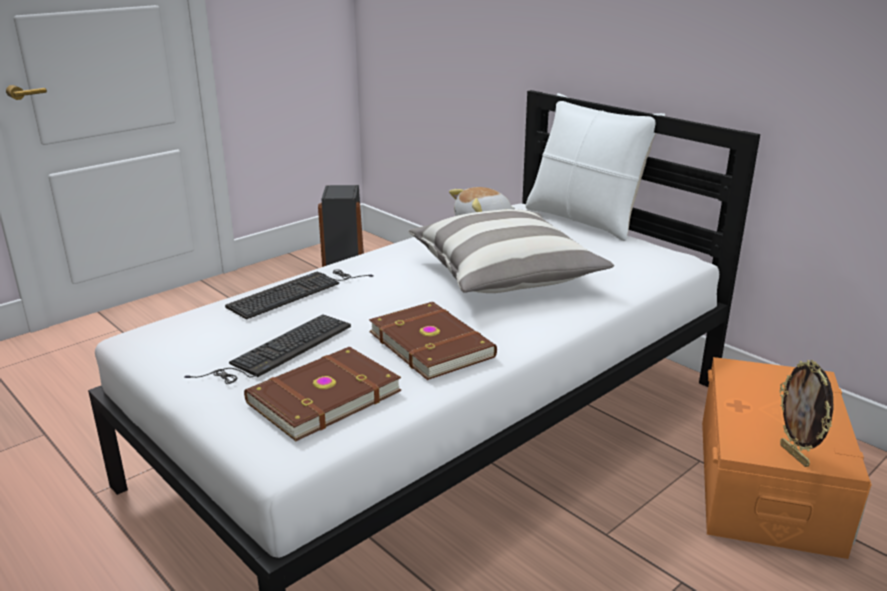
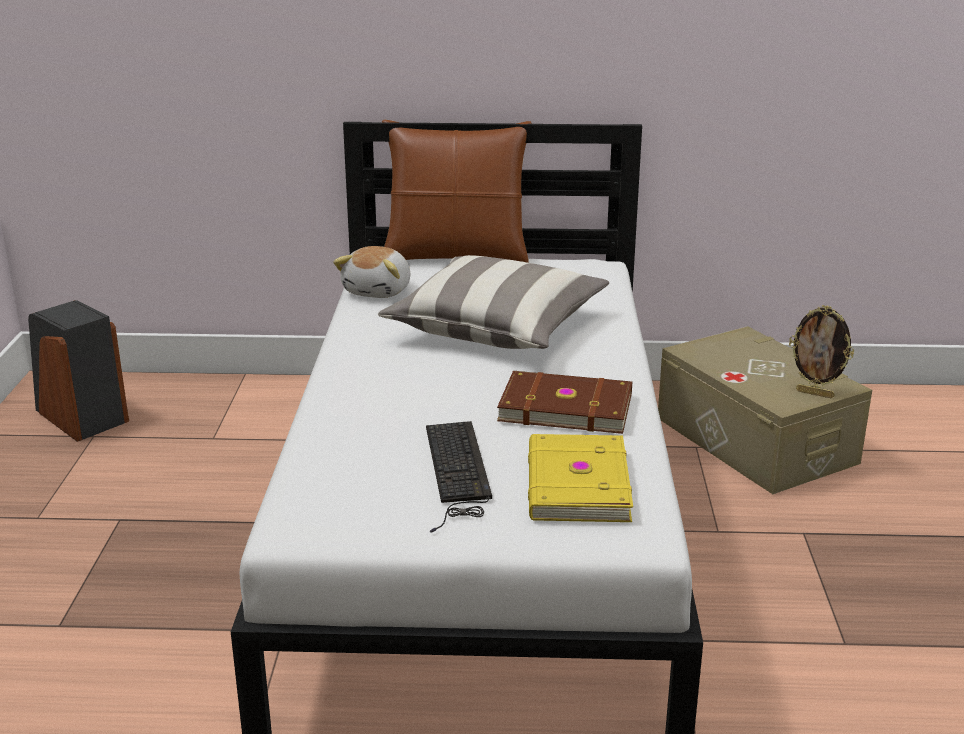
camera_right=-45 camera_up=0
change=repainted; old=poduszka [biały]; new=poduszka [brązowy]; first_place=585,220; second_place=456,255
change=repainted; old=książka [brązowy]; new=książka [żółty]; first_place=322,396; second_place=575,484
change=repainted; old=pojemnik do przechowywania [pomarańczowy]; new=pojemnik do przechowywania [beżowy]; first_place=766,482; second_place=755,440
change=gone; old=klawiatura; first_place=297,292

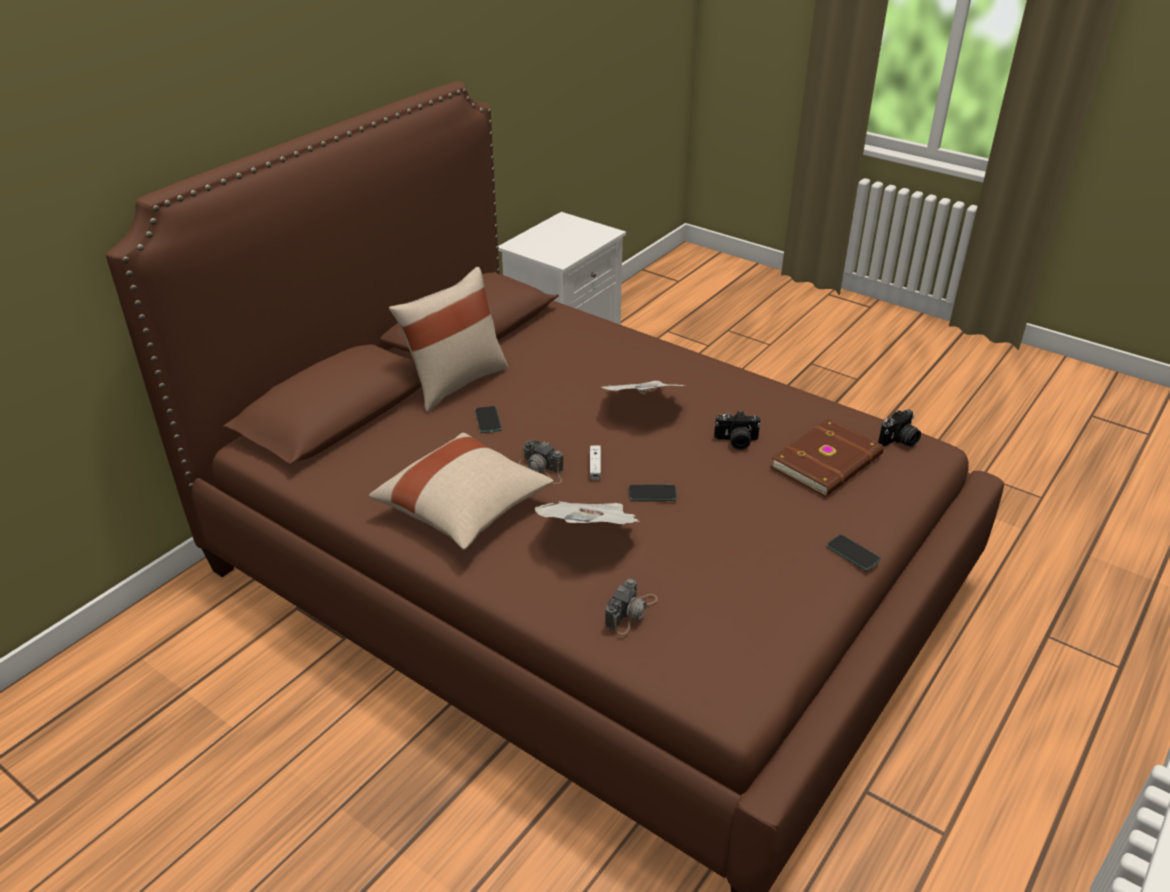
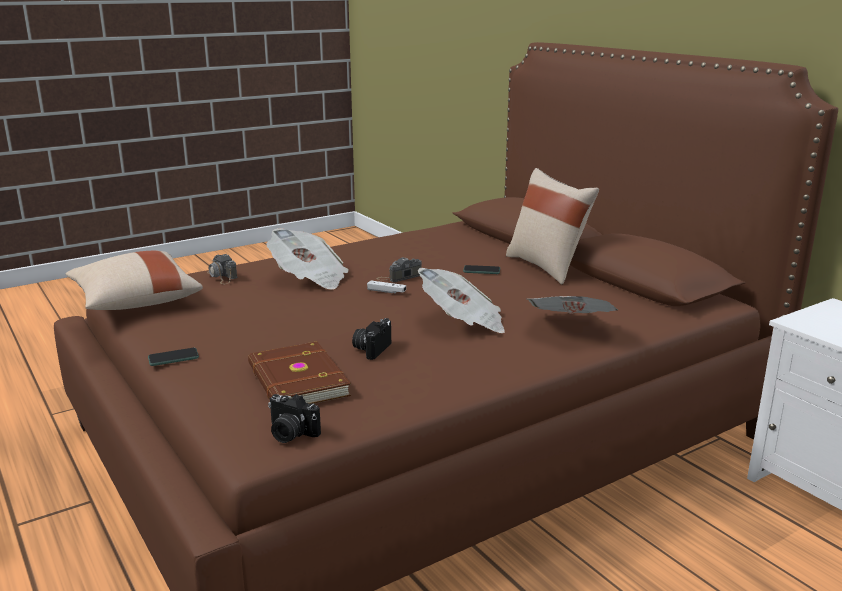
camera_right=110 camera_up=-15
change=shifted; old=poduszka [beżowy]; first_place=464,509; second_place=135,301
change=rotated; old=aparat fotograficzny; first_place=899,441; second_place=290,434; degrees=-45
change=new; new=gazeta; second_place=570,328
change=gone; old=telefon; first_place=652,493

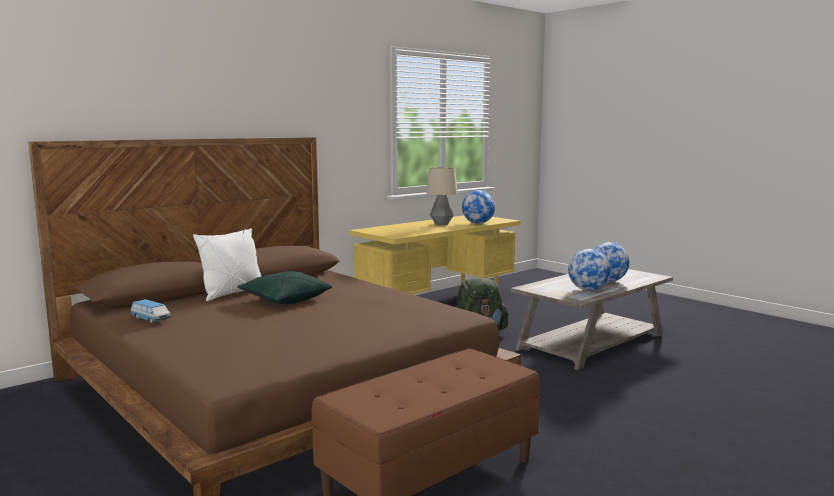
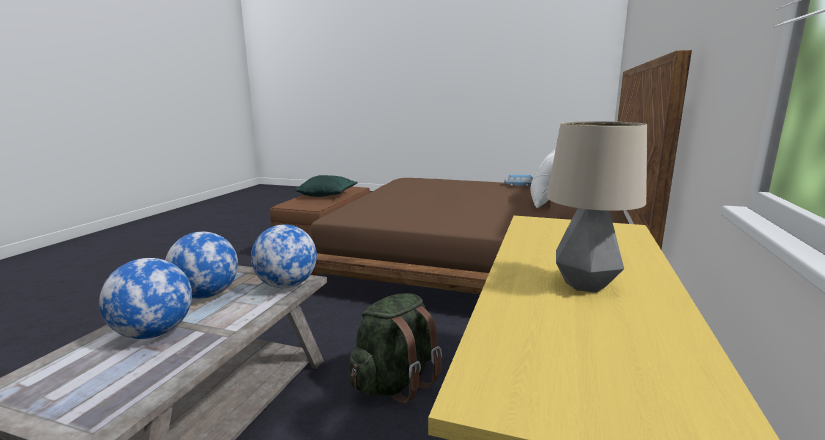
camera_right=150 camera_up=5
change=shifted; old=globus; first_place=478,223; second_place=287,285
change=shifted; old=poduszka [zielony]; first_place=285,300; second_place=328,195

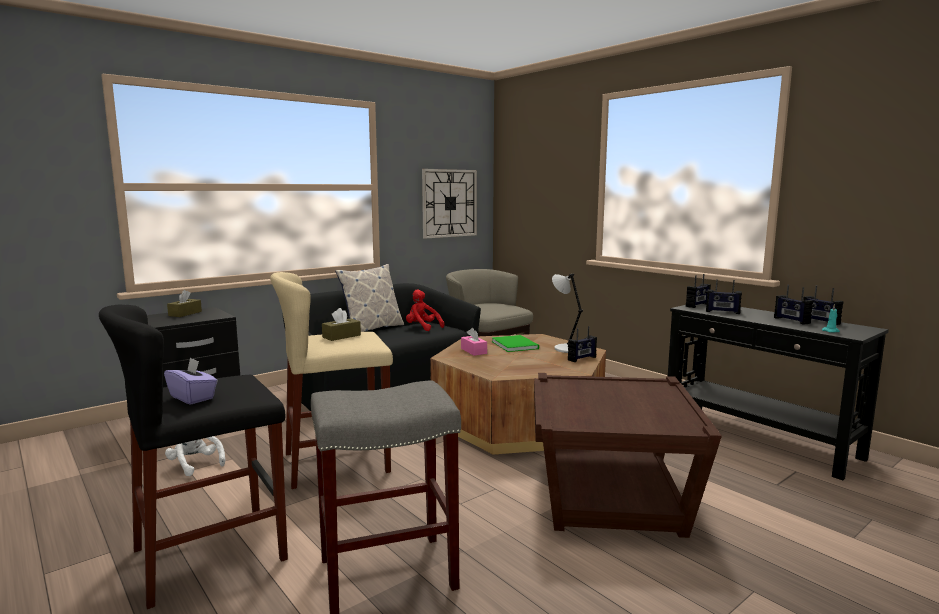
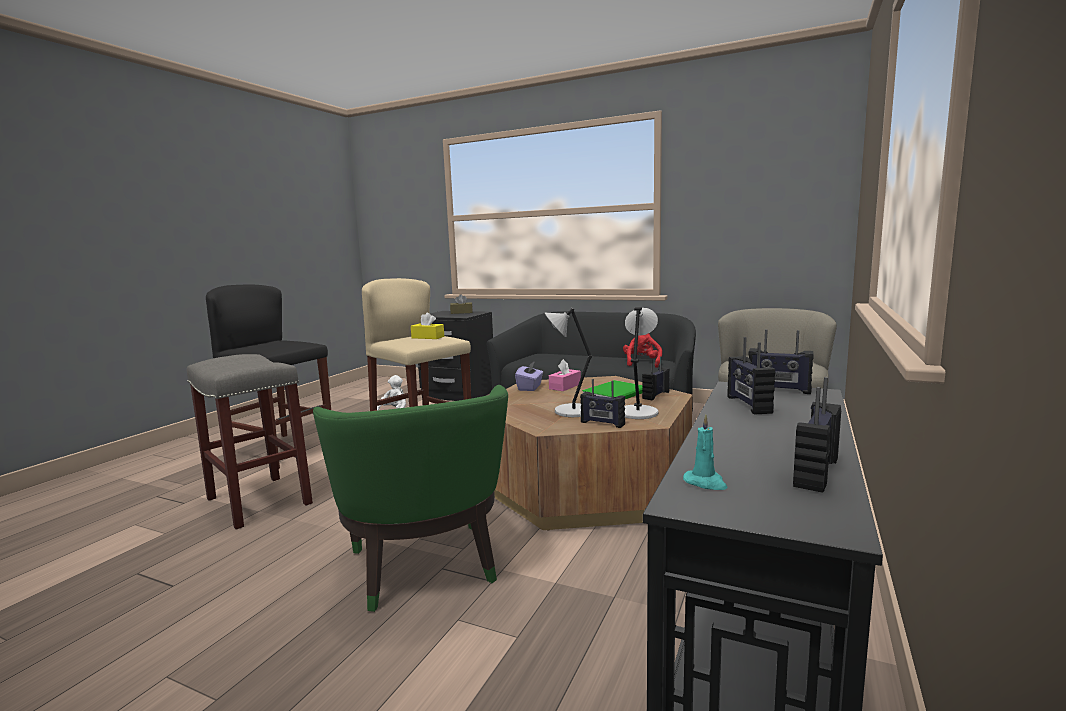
camera_right=65 camera_up=0
change=swapped; old=stolik [brązowy]; new=fotel [zielony]; first_place=612,495; second_place=426,568
change=repainted; old=pudełko chusteczek [brązowy]; new=pudełko chusteczek [żółty]; first_place=341,336; second_place=428,337
change=shifted; old=pudełko chusteczek [fioletowy]; first_place=193,397; second_place=530,387
change=new; new=lampa stołowa [szary]; second_place=571,411
change=shifted; old=radio; first_place=791,320; second_place=655,395
change=gone; old=poduszka; first_place=371,329
change=gone; old=zegar ścienny; first_place=449,203

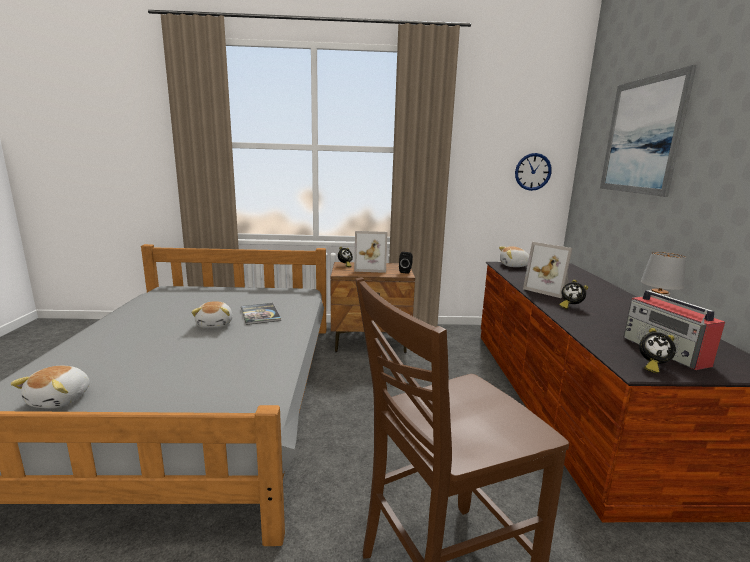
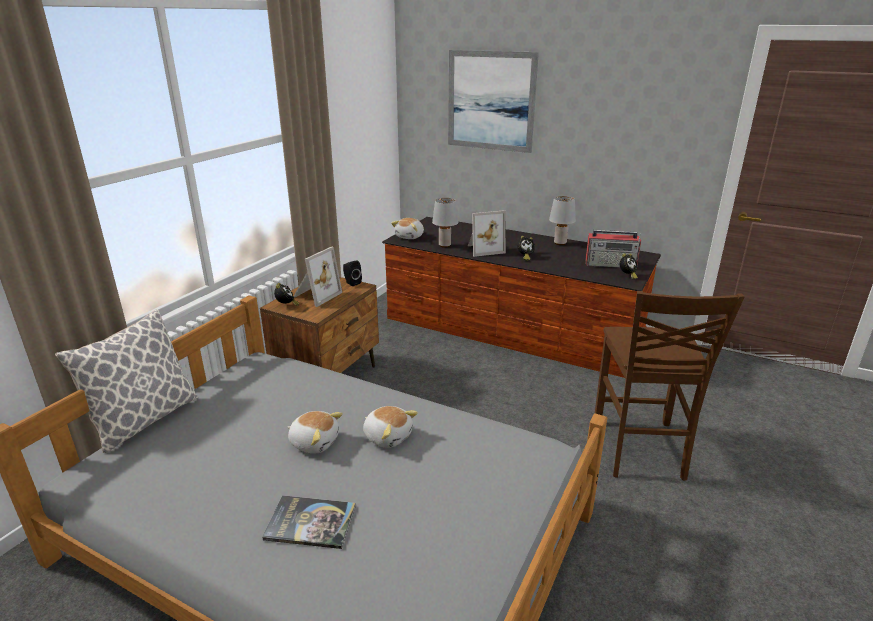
camera_right=-60 camera_up=10
change=new; new=poduszka; second_place=144,419
change=shifted; old=książka; first_place=260,314; second_place=311,522
change=shifted; old=pluszak; first_place=61,399; second_place=388,436
change=new; new=lampa stołowa [szary]; second_place=444,245
change=gone; old=zegar ścienny; first_place=533,171

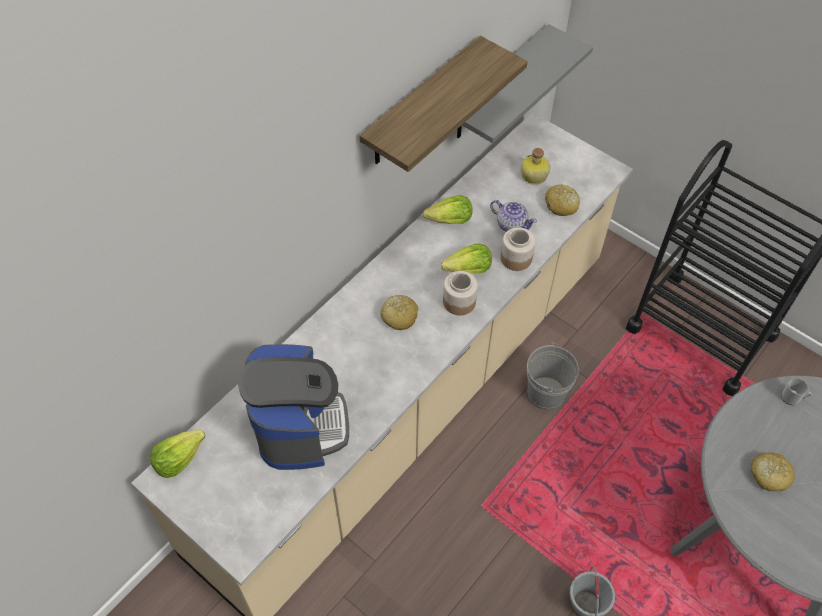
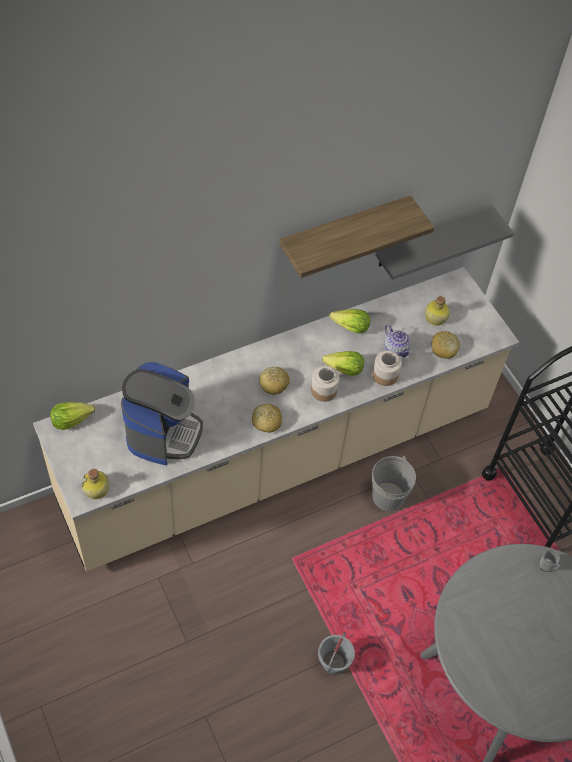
camera_right=20 camera_up=0
change=new; new=butelka; second_place=96,490
change=shifted; old=chleb; first_place=769,475; second_place=266,421

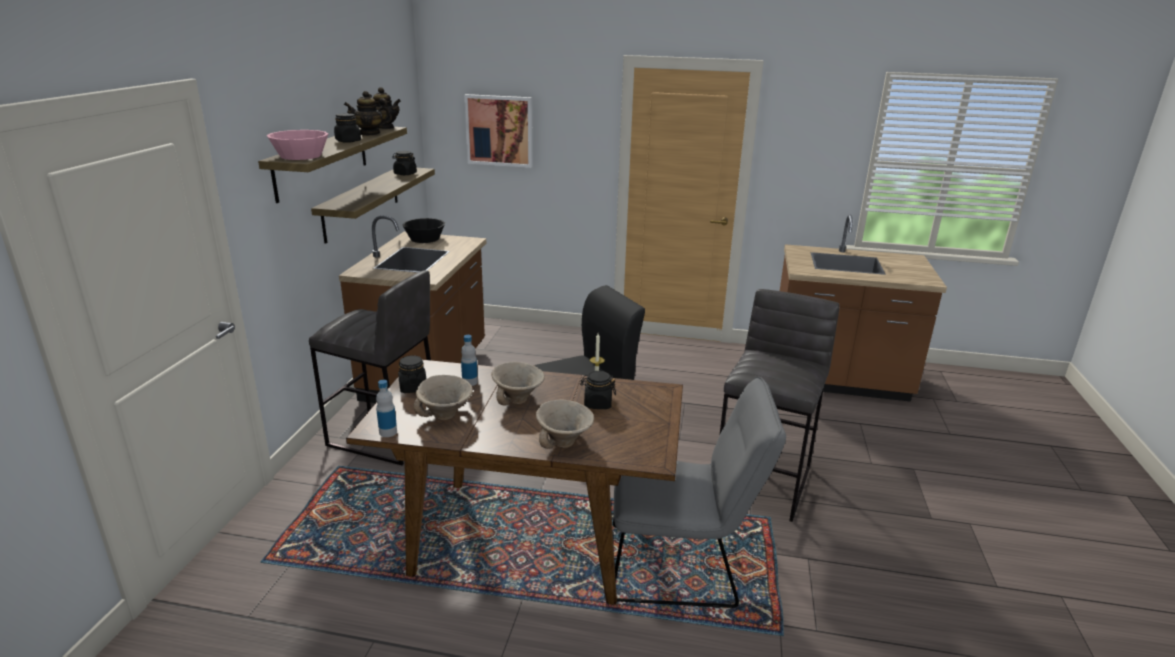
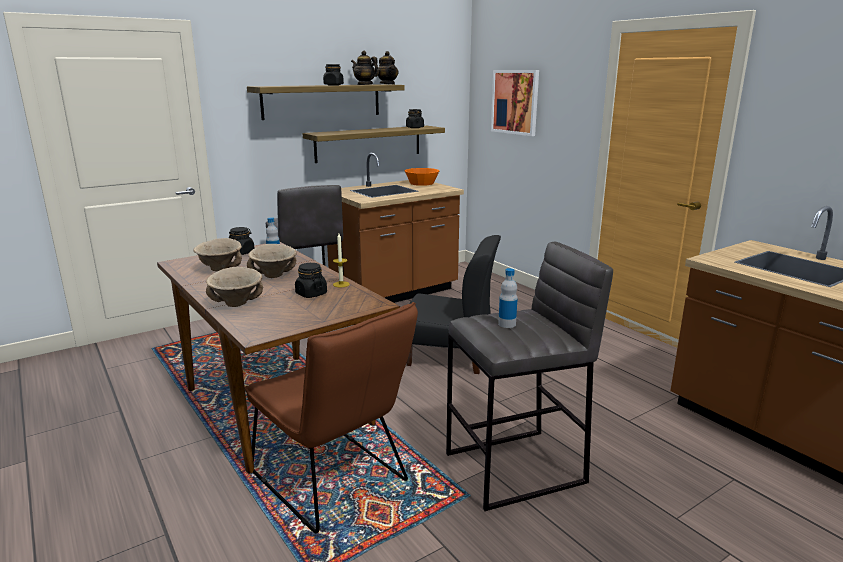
camera_right=45 camera_up=-5
change=repainted; old=krzesło [szary]; new=krzesło [brązowy]; first_place=682,566; second_place=334,482
change=repainted; old=miska [czarny]; new=miska [pomarańczowy]; first_place=425,238; second_place=421,183
change=shifted; old=butelka; first_place=388,432; second_place=507,324
change=gone; old=miska [różowy]; first_place=300,156

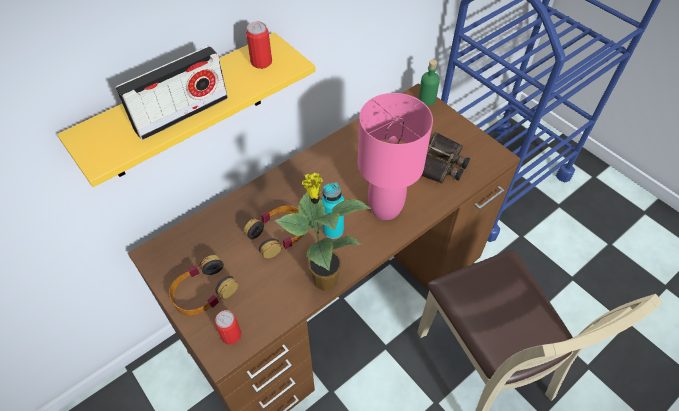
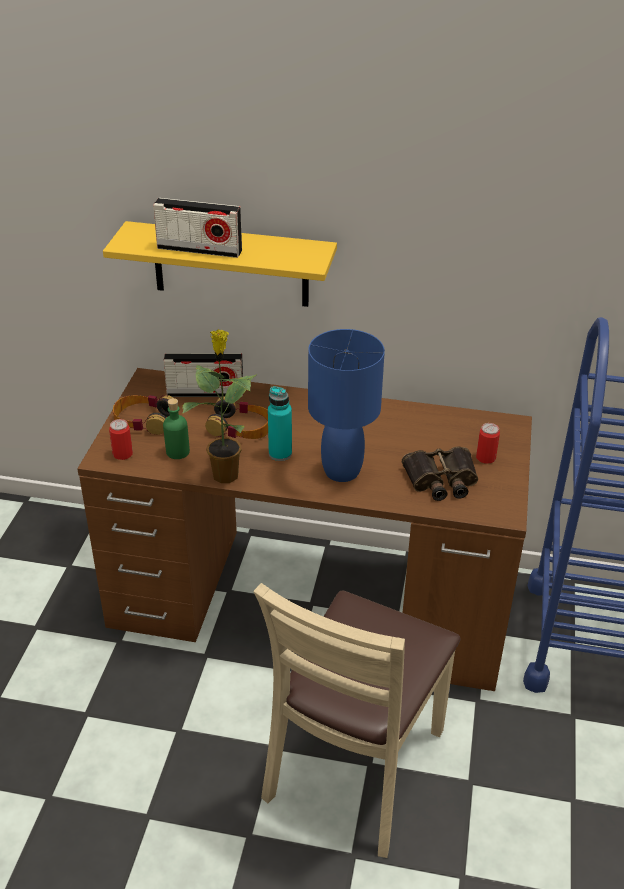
camera_right=50 camera_up=-15
change=shifted; old=butelka [zielony]; first_place=426,99; second_place=177,452
change=new; new=radio; second_place=205,393
change=repainted; old=lampa stołowa [różowy]; new=lampa stołowa [niebieski]; first_place=385,207; second_place=342,471
change=shifted; old=puszka; first_place=261,62; second_place=485,458

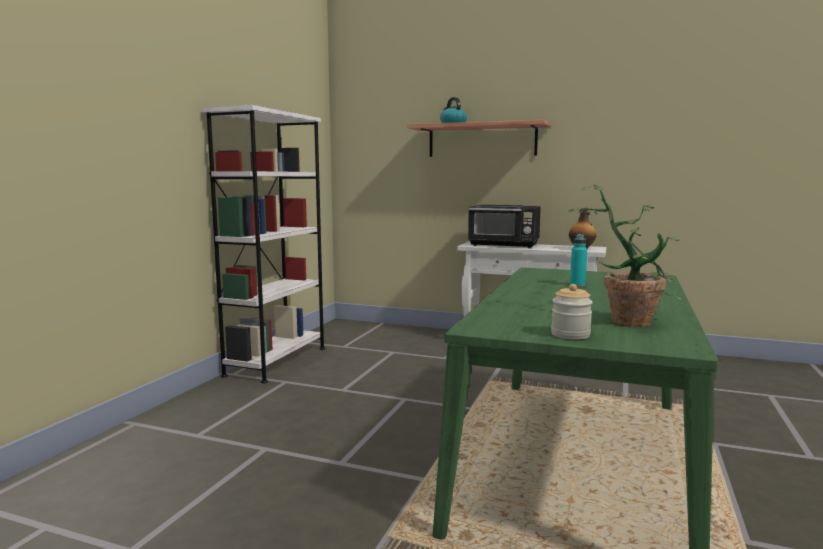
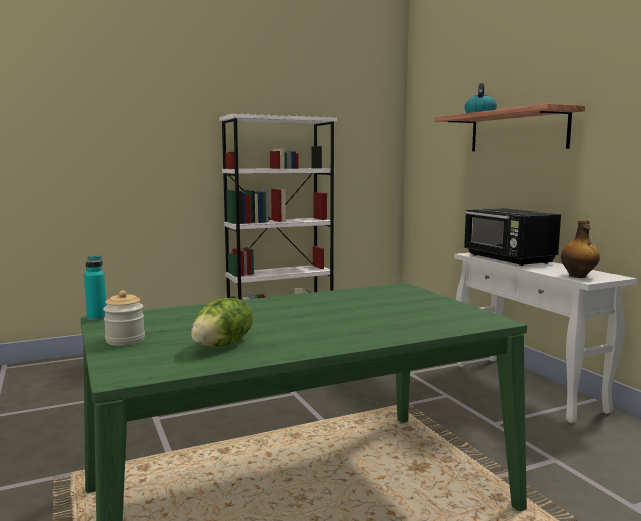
camera_right=45 camera_up=0
change=shifted; old=butelka [turkusowy]; first_place=577,285; second_place=97,318
change=swapped; old=roślina doniczkowa; new=sałata; first_place=629,319; second_place=223,344

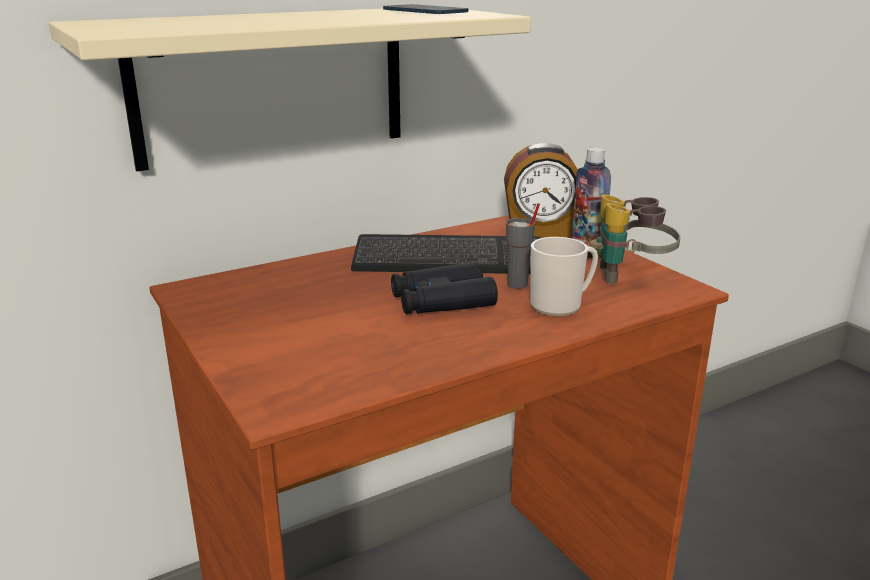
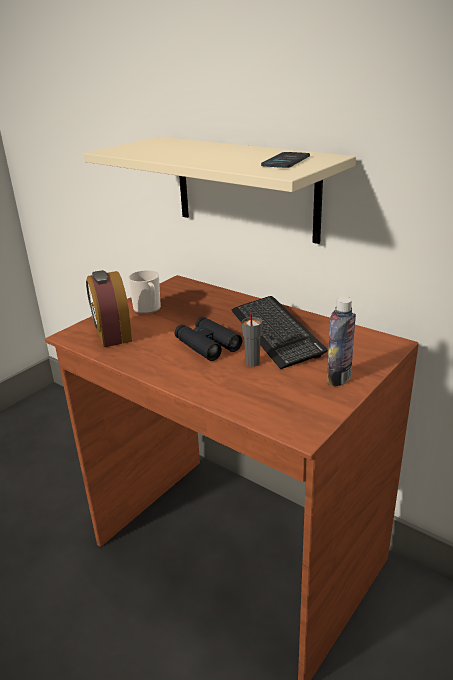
camera_right=70 camera_up=5
change=shifted; old=budzik; first_place=540,232; second_place=112,335
change=shifted; old=kubek; first_place=561,305; second_place=148,309
change=gone; old=lornetka; first_place=629,276

